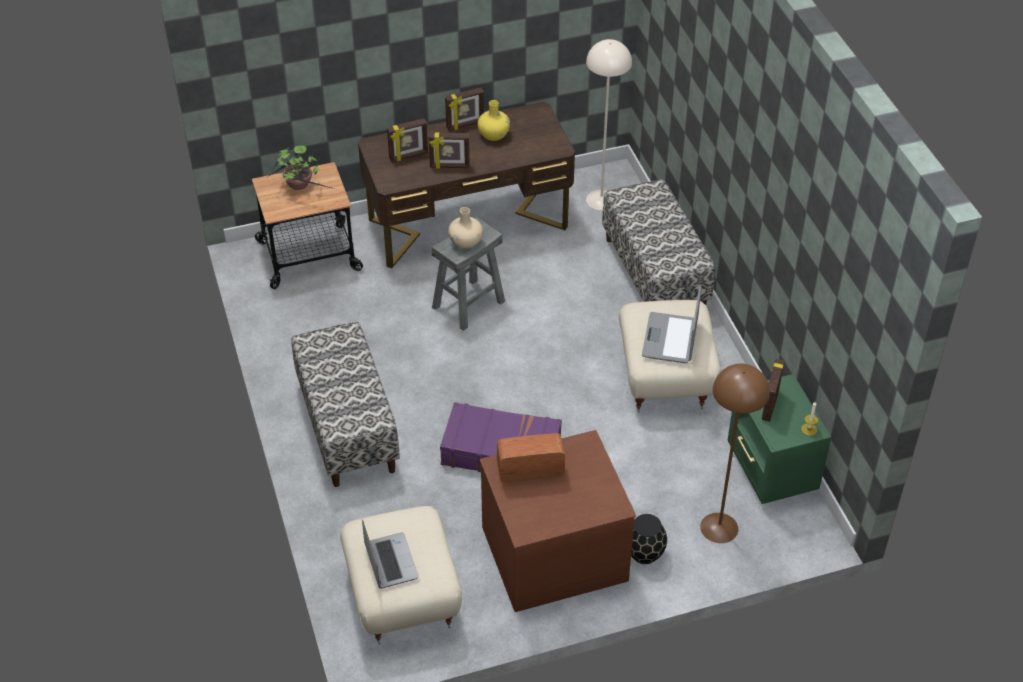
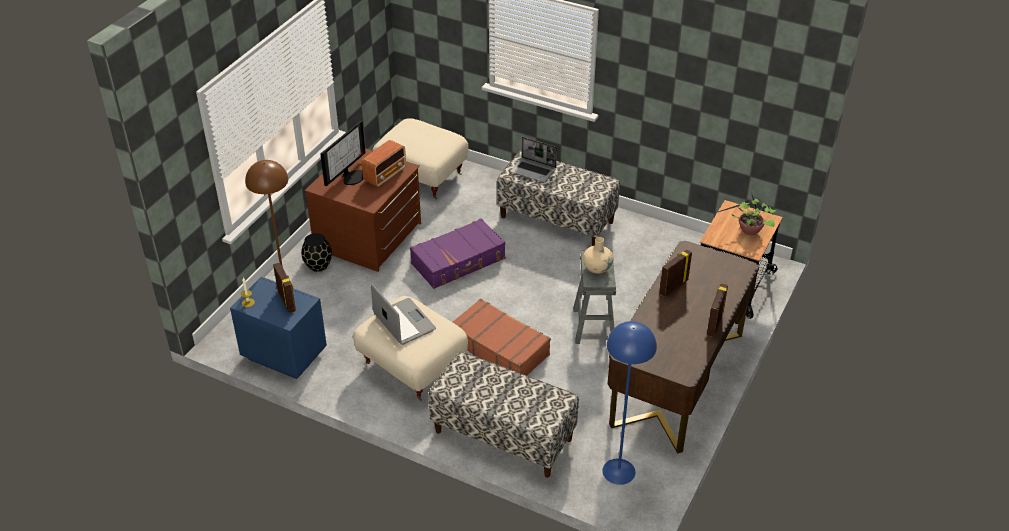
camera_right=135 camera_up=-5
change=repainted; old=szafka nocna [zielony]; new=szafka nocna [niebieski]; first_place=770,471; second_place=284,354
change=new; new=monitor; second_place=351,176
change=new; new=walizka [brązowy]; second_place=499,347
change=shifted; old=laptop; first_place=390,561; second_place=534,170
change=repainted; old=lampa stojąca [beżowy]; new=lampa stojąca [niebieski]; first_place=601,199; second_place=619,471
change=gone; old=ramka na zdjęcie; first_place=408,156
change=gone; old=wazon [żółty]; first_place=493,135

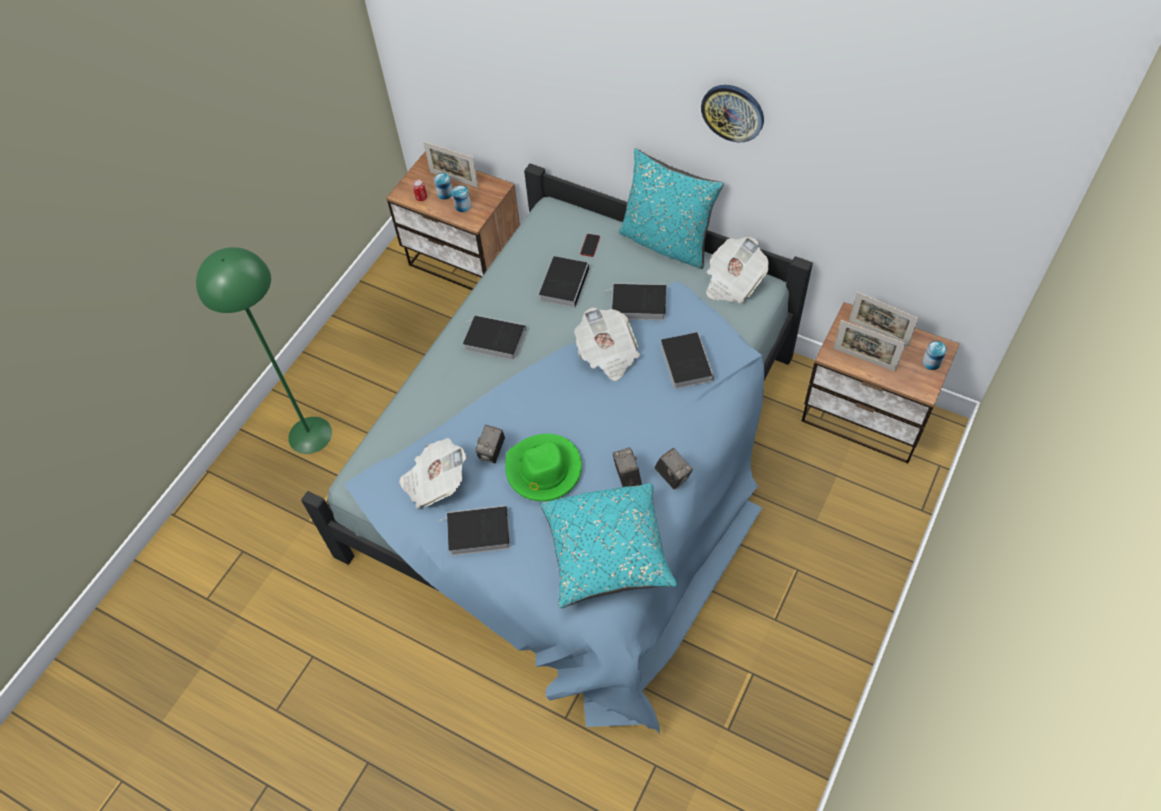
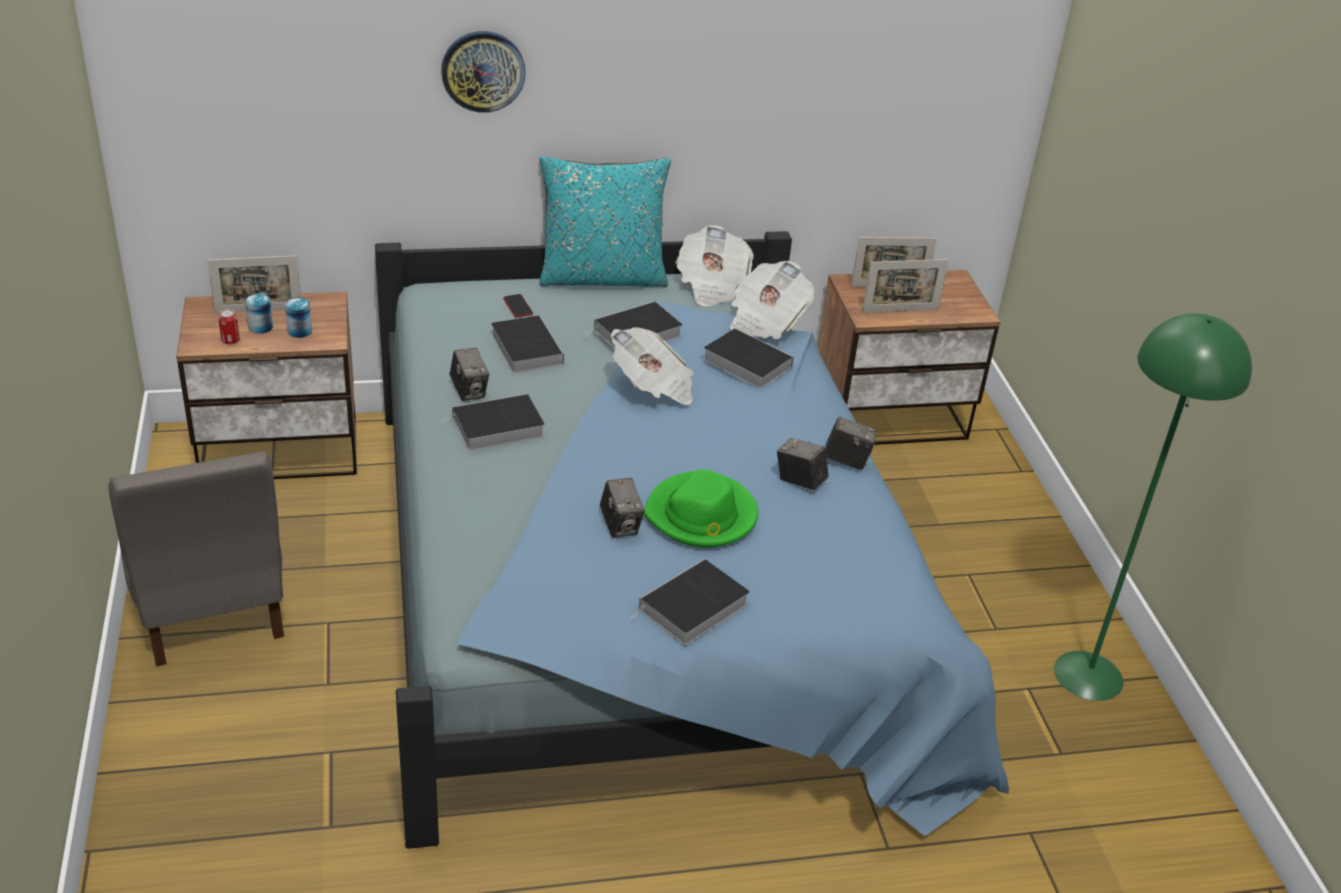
camera_right=-45 camera_up=-20
change=new; new=krzesło [szary]; second_place=209,606
change=shifted; old=zegar ścienny; first_place=733,112; second_place=483,71
change=new; new=aparat fotograficzny; second_place=469,391
change=shifted; old=gazeta; first_place=435,482; second_place=765,320
change=shifted; old=lampa stojąca [zielony]; first_place=310,435; second_place=1089,675
change=gone; old=poduszka [turkusowy]; first_place=607,553
change=gone; old=puszka; first_place=931,362

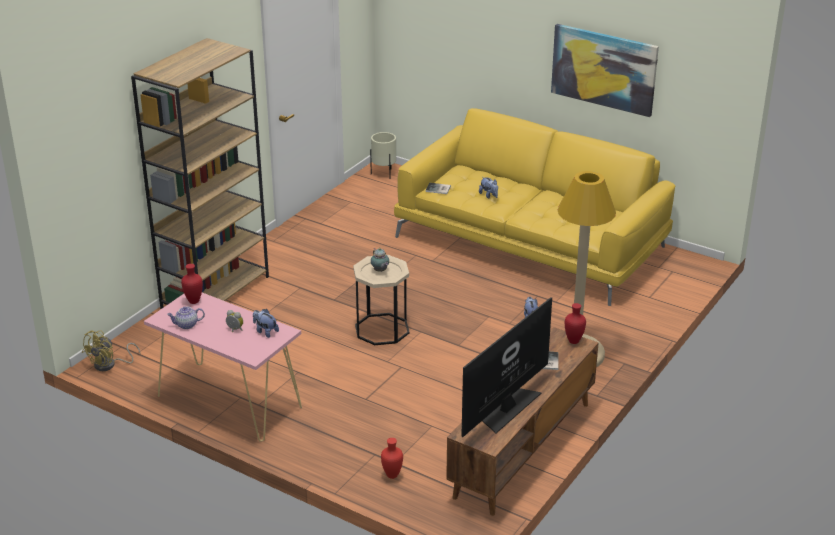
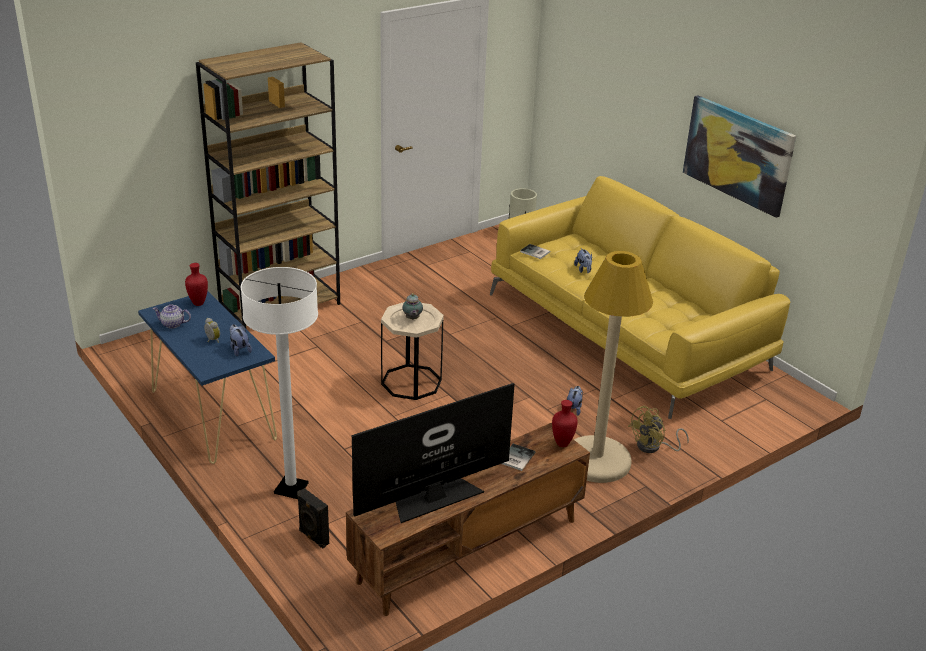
camera_right=20 camera_up=0
change=repainted; old=stolik konsolowy [różowy]; new=stolik konsolowy [niebieski]; first_place=228,401; second_place=212,414
change=new; new=lampa stojąca [biały]; second_place=291,488
change=swapped; old=wazon [czerwony]; new=głośnik [czarny]; first_place=393,475; second_place=313,537
change=shifted; old=wentylator [żółty]; first_place=109,365; second_place=653,447

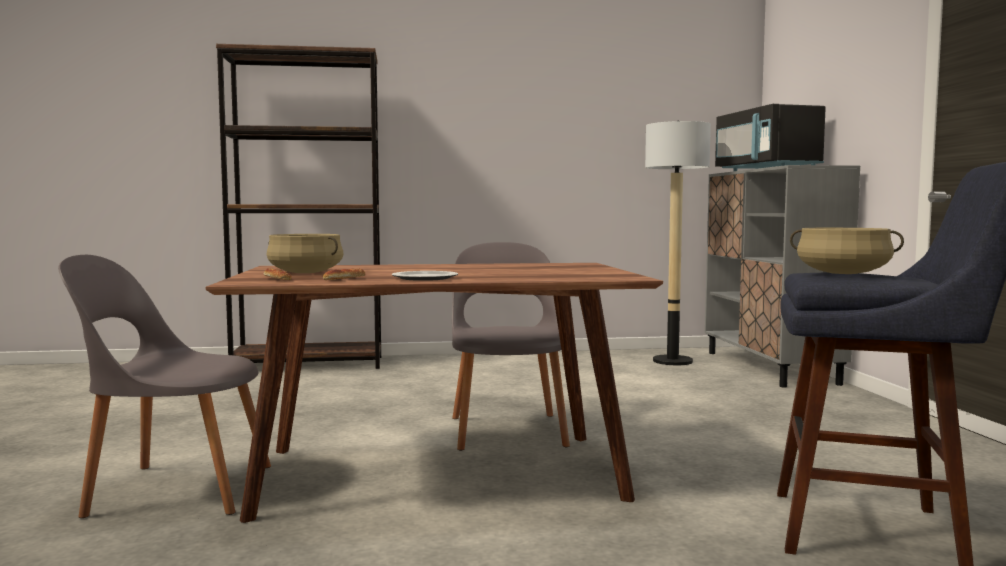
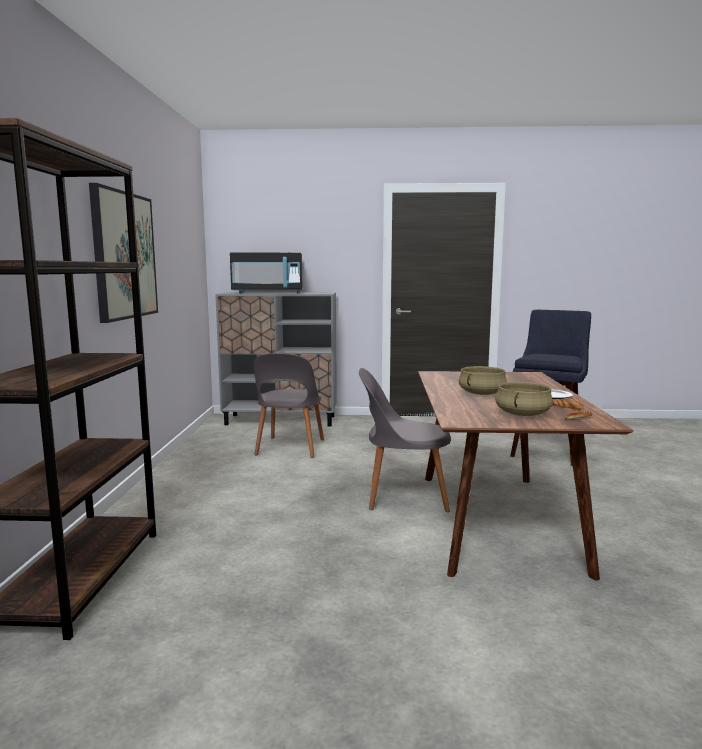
camera_right=-80 camera_up=5
change=new; new=obraz; second_place=124,255
change=shifted; old=krzesło [szary]; first_place=174,489; second_place=289,448
change=shifted; old=garnek [beżowy]; first_place=843,274; second_place=481,393
change=gone; old=lampa stojąca; first_place=673,361

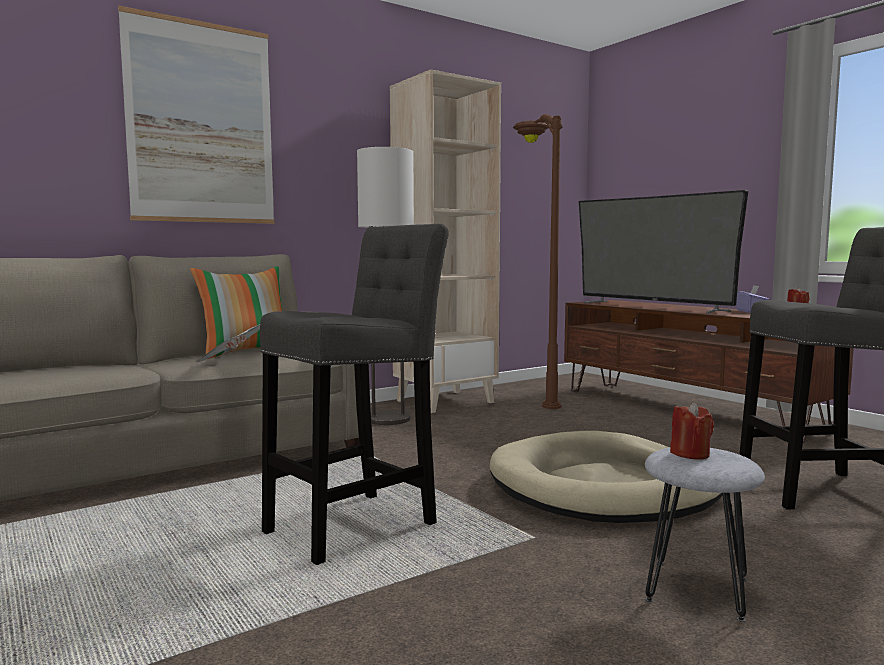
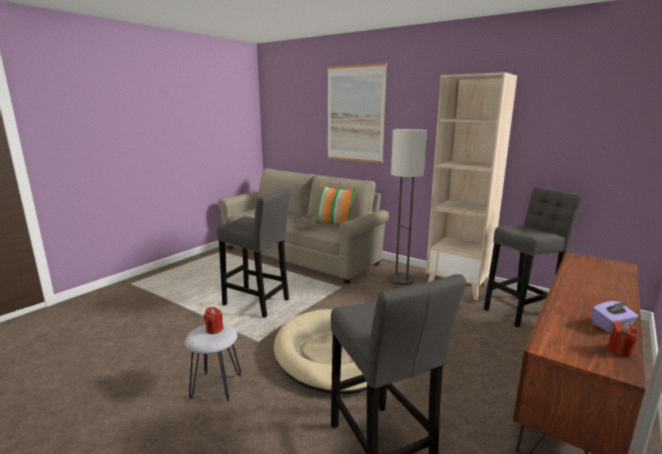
camera_right=70 camera_up=10
change=swapped; old=lampa stojąca [brązowy]; new=stołek [szary]; first_place=534,394; second_place=521,310
change=gone; old=telewizor; first_place=651,307

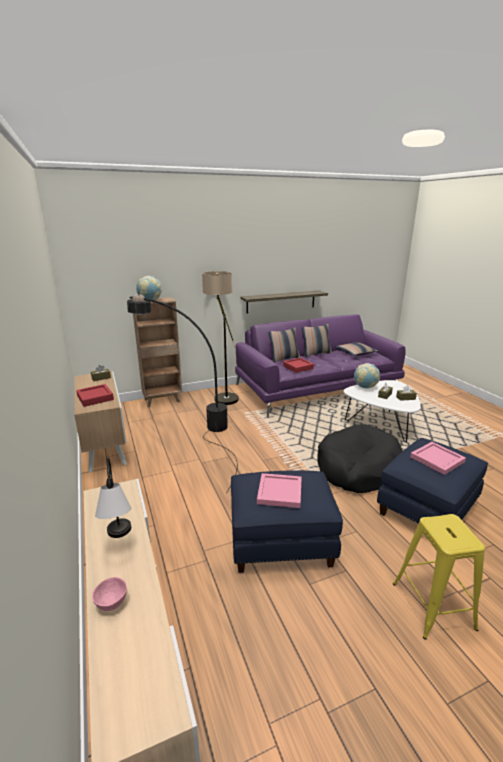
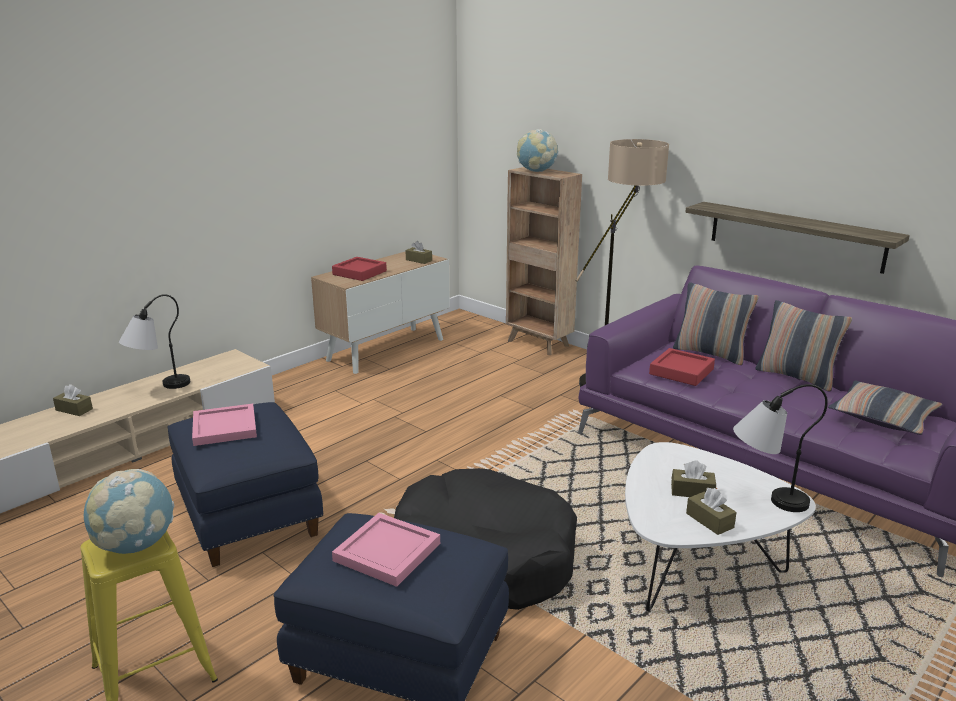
camera_right=65 camera_up=0
change=swapped; old=miska [różowy]; new=pudełko chusteczek [brązowy]; first_place=111,603; second_place=74,409
change=shifted; old=globus; first_place=365,387; second_place=135,545
change=new; new=lampa stołowa; second_place=764,500
change=gone; old=lampa stojąca [czarny]; first_place=190,429

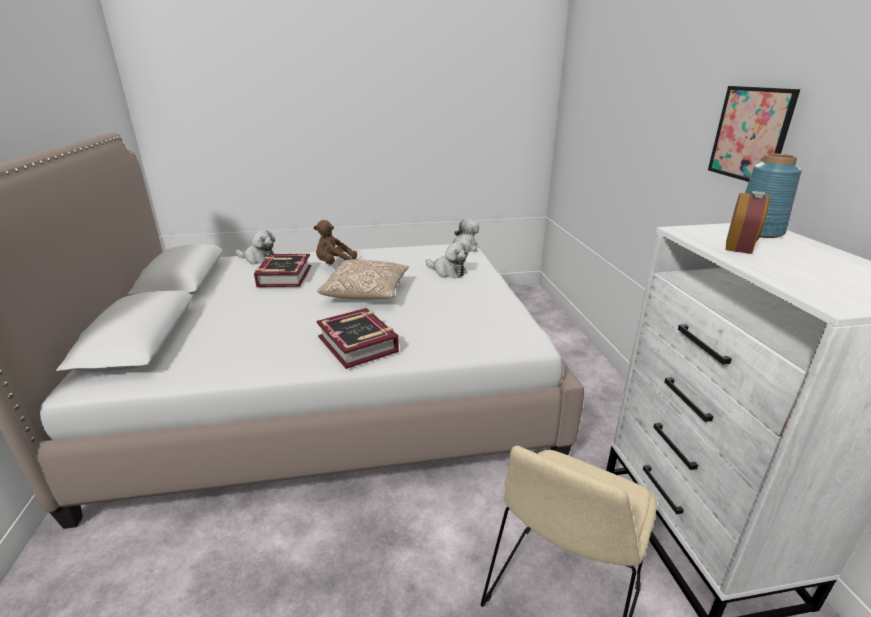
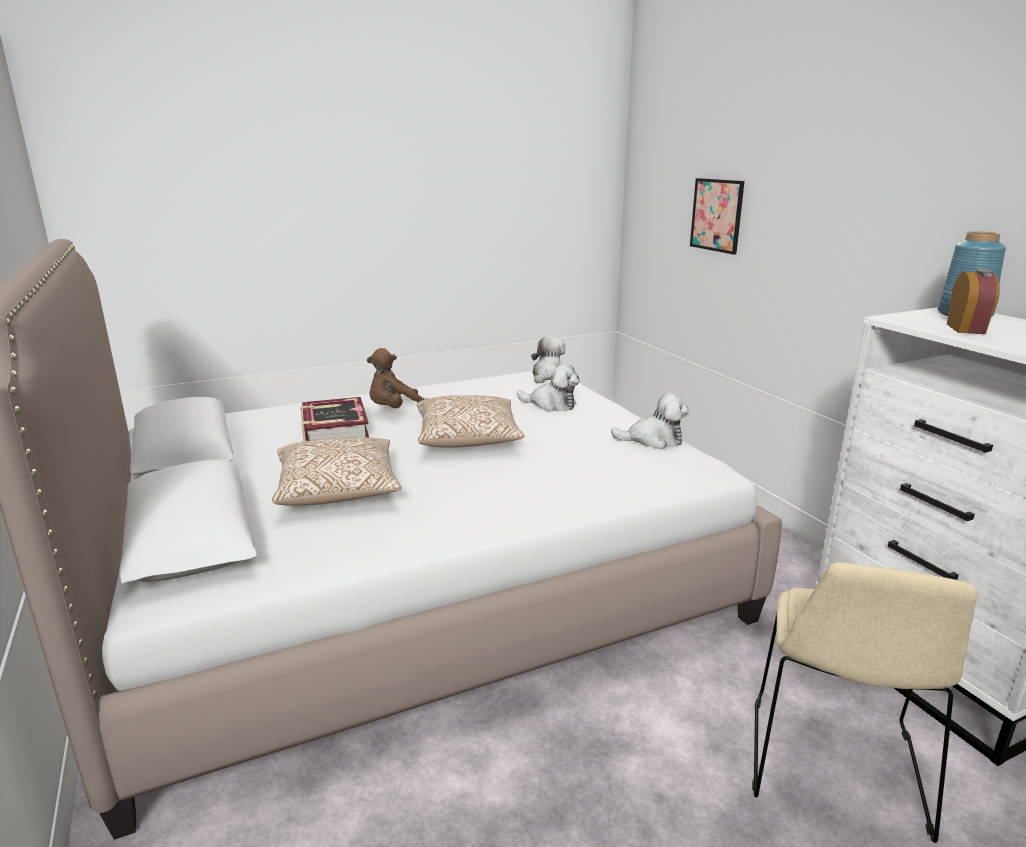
camera_right=-15 camera_up=-5
change=new; new=poduszka; second_place=338,490
change=shifted; old=pluszak; first_place=258,259; second_place=653,440
change=shifted; old=obraz; first_place=750,134; second_place=716,215
change=gone; old=książka; first_place=358,344

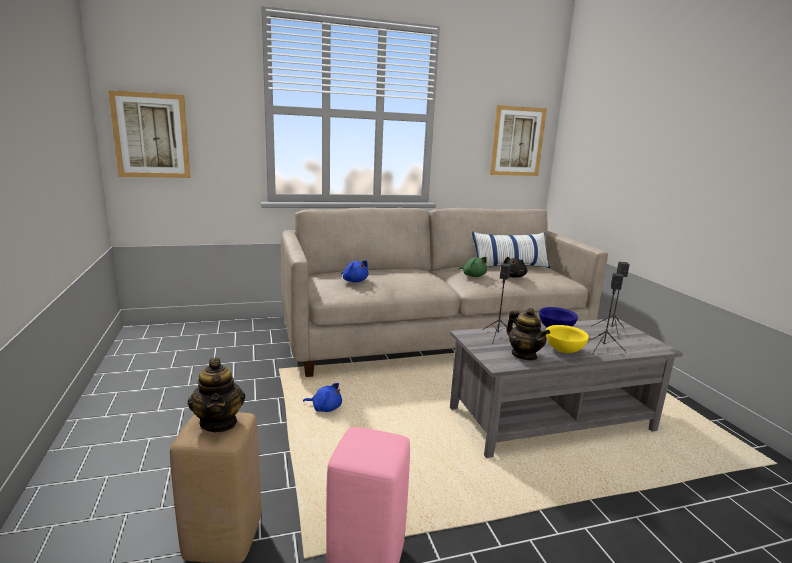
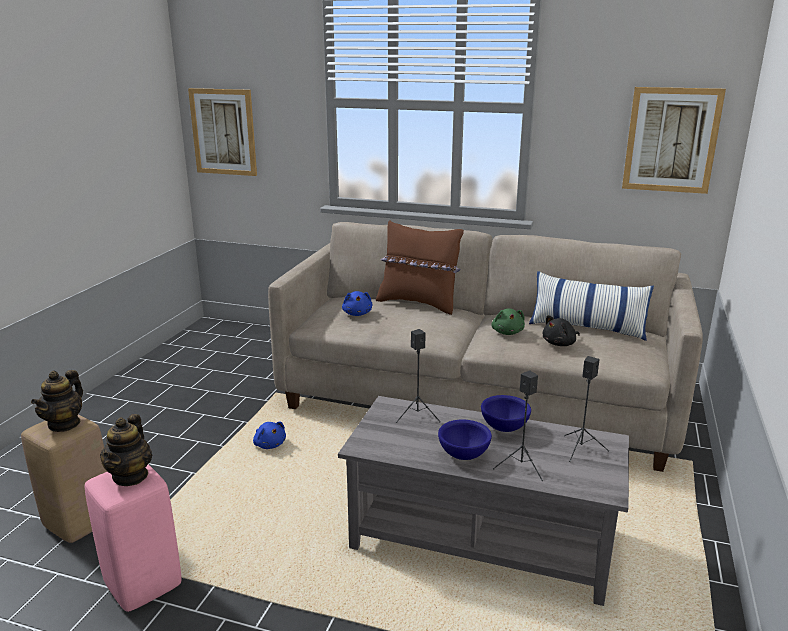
camera_right=35 camera_up=5
change=shifted; old=imbryk; first_place=524,355; second_place=131,476
change=new; new=poduszka [brązowy]; second_place=418,303
change=repainted; old=miska [żółty]; new=miska [niebieski]; first_place=563,350; second_place=463,454

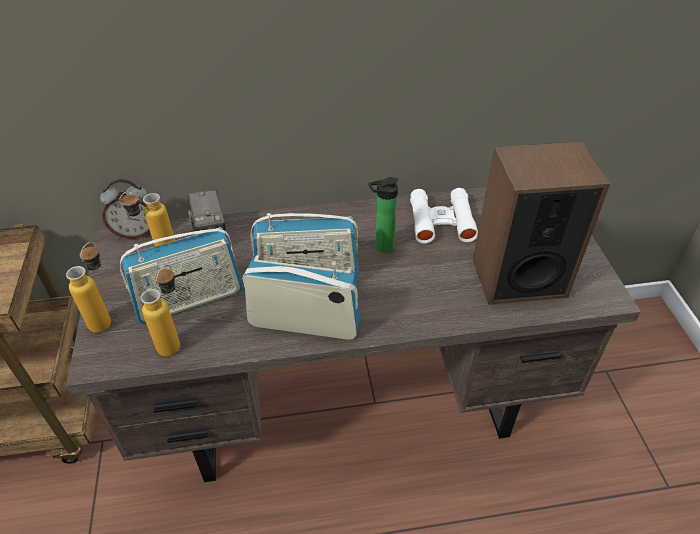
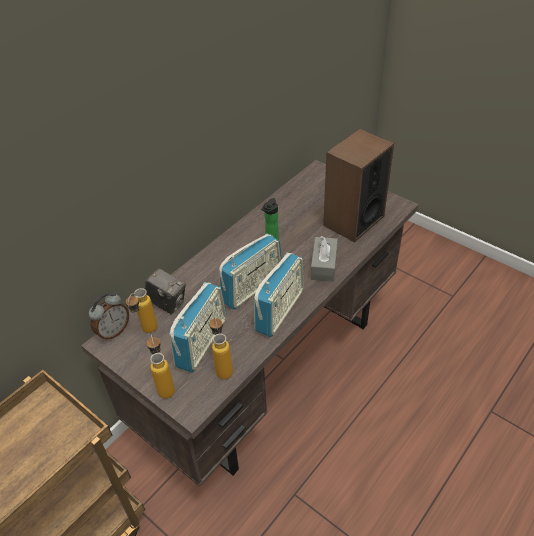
camera_right=-40 camera_up=0
change=rotated; old=radio; first_place=304,323; second_place=280,310; degrees=150
change=new; new=pudełko chusteczek [szary]; second_place=324,265
change=gone; old=lornetka [biały]; first_place=441,221

